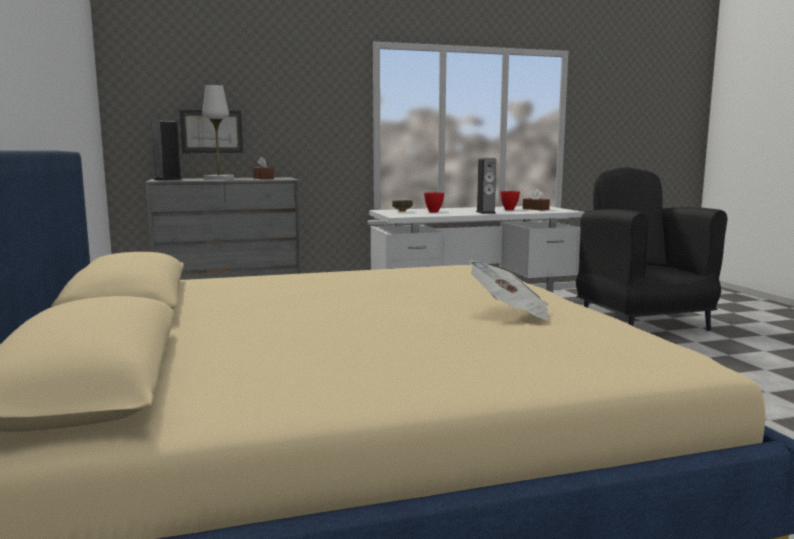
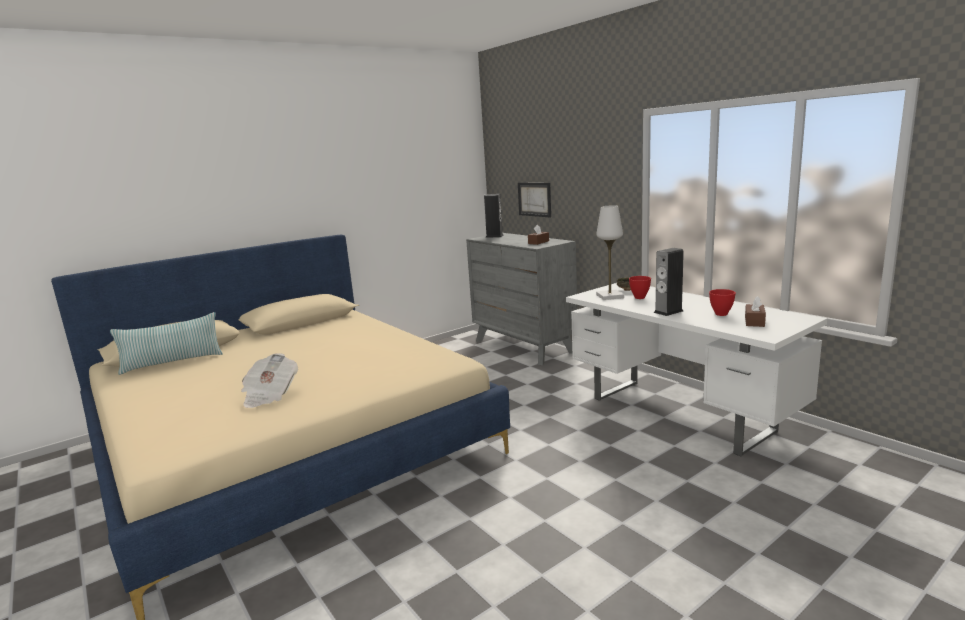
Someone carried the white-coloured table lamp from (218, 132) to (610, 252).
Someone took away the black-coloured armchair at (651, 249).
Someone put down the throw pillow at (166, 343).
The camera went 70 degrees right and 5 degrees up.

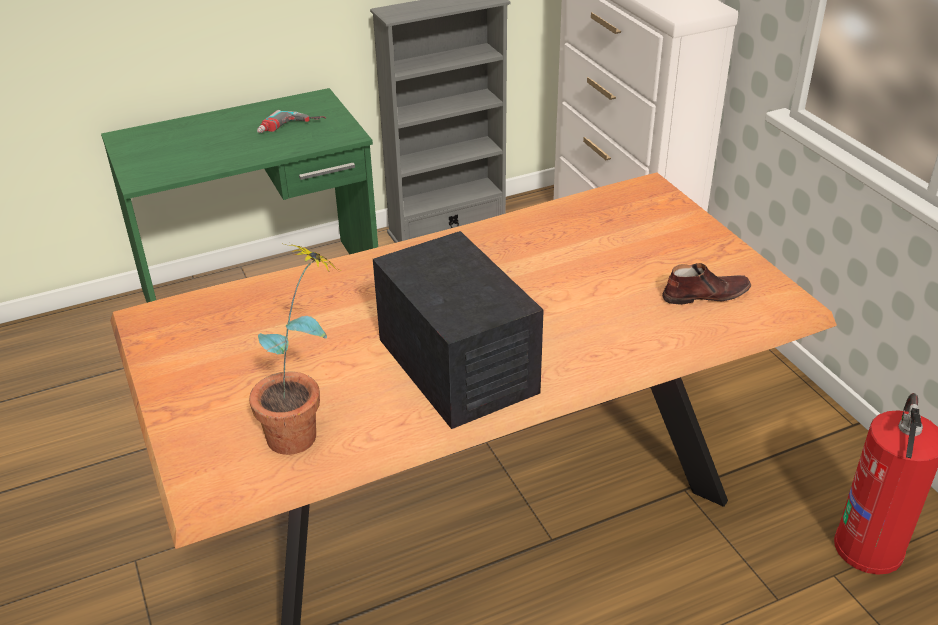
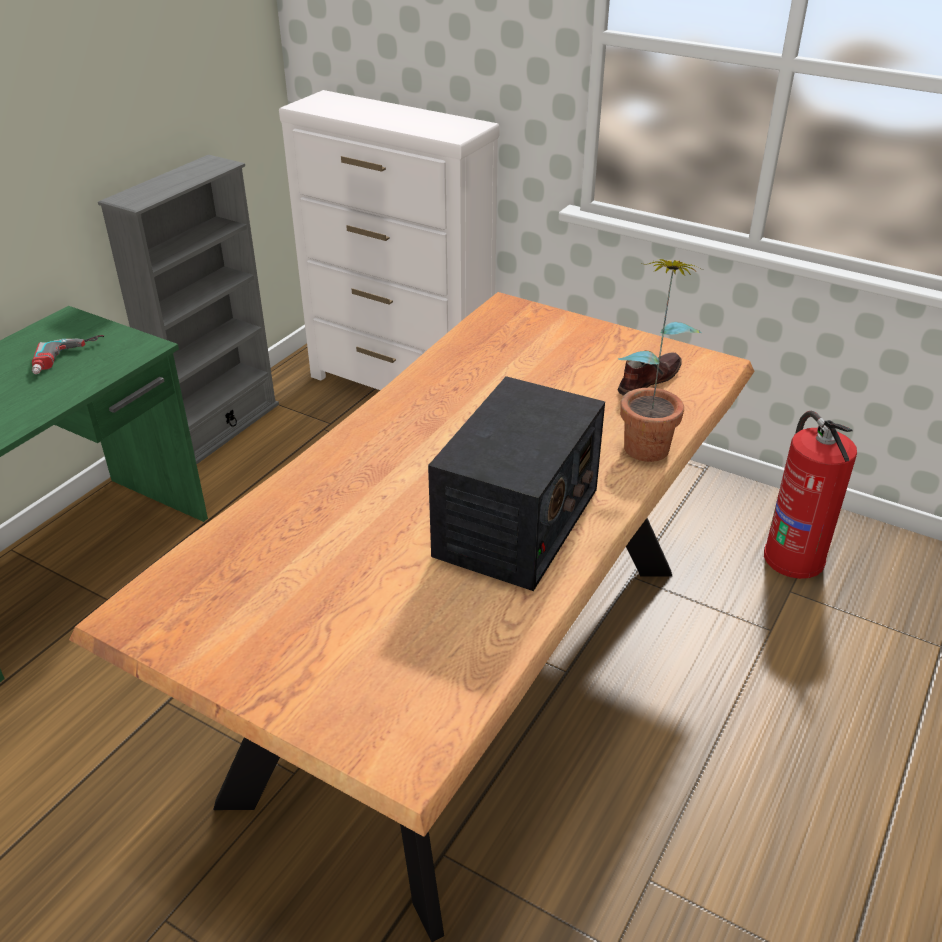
Someone carried the potted plant from (293, 349) to (660, 360).
Someone rotated the radio at (458, 330) by 90 degrees clockwise.
The camera went 35 degrees left and 0 degrees up.

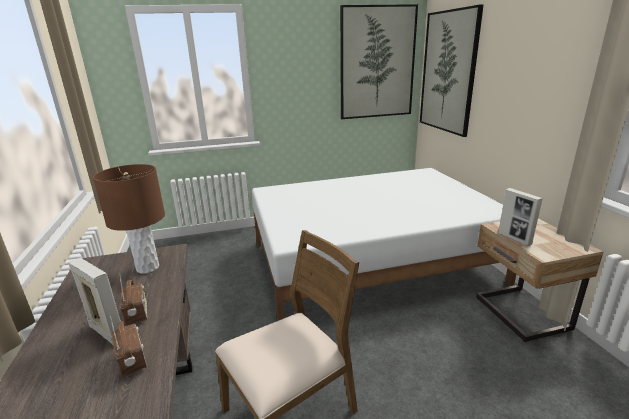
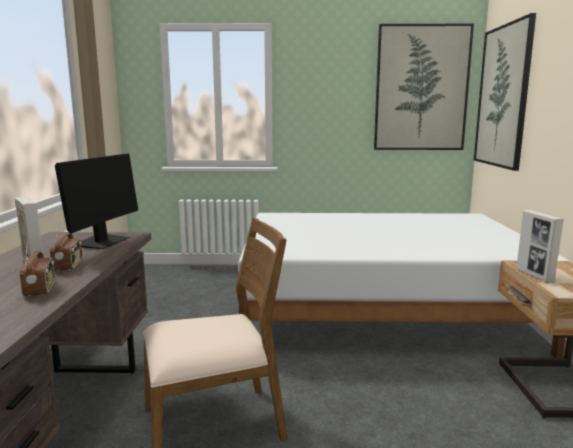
Someone swapped the brownish table lamp at (129, 219) for the computer display at (96, 201).
The camera went 15 degrees right and 10 degrees down.

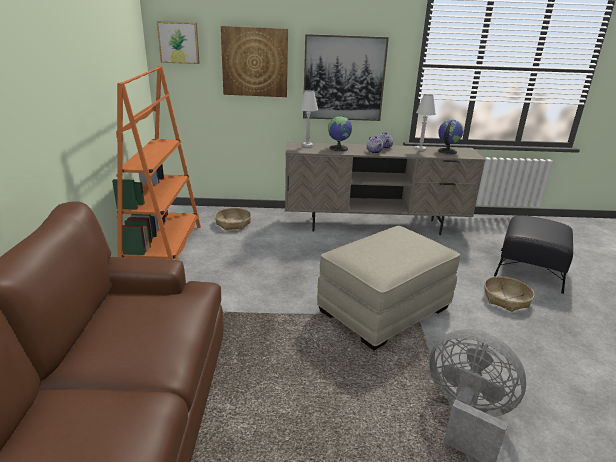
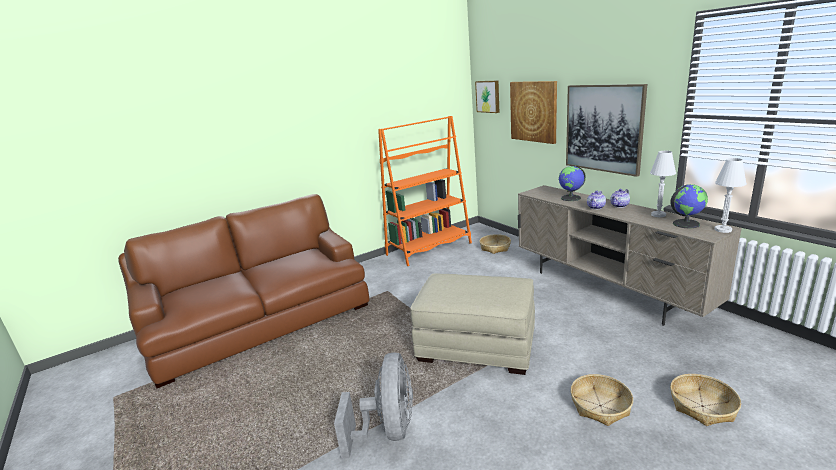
Someone carried the white-coloured table lamp from (308, 118) to (730, 195).
Someone swapped the black-coloured pouffe at (533, 254) for the storage basket at (705, 400).
The camera went 60 degrees right and 5 degrees down.

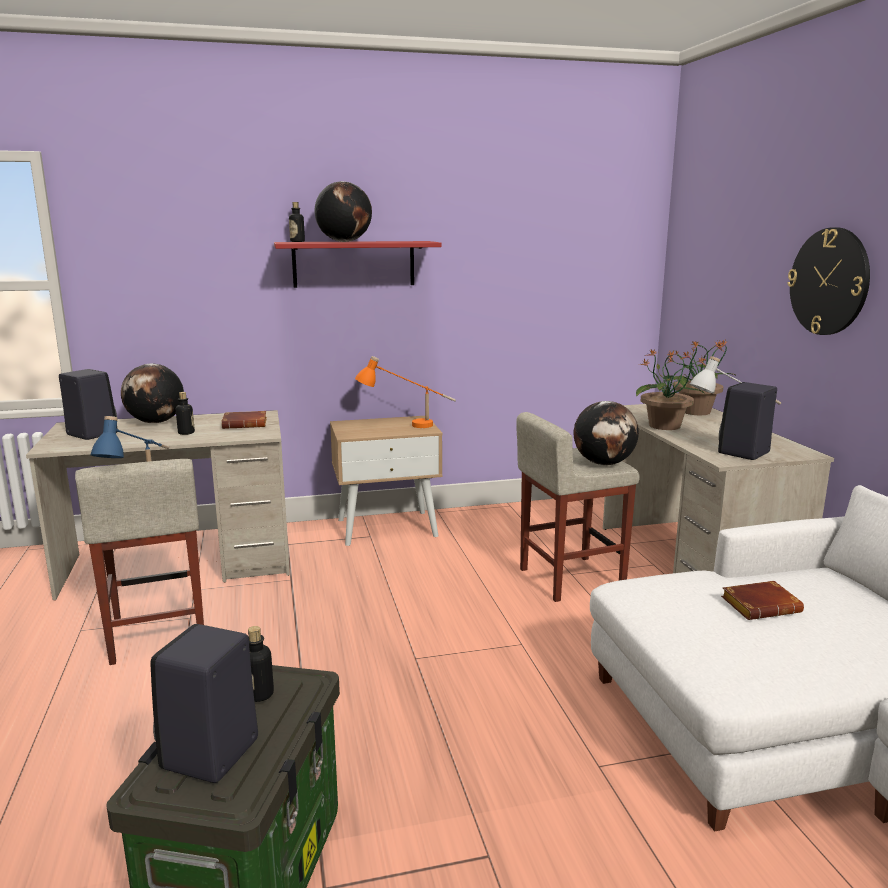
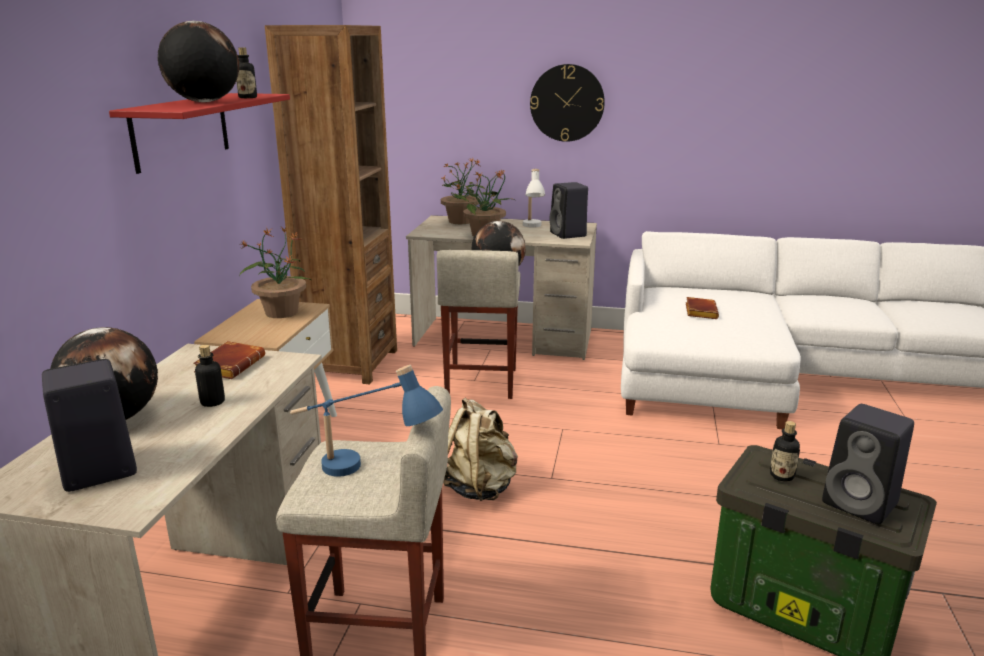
Someone carried the bottle from (297, 222) to (247, 72).
Someone swapped the orange-coloured table lamp at (405, 392) for the potted plant at (276, 272).
Someone put down the brownish bookcase at (331, 204).
Someone put down the sand-coloured rucksack at (480, 449).
The camera went 65 degrees left and 5 degrees up.

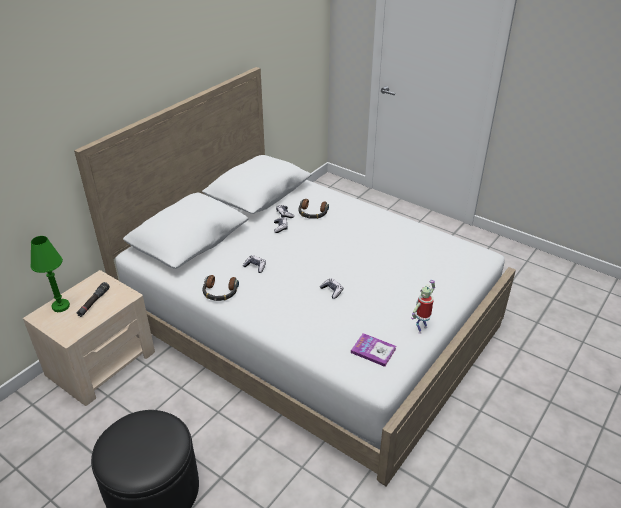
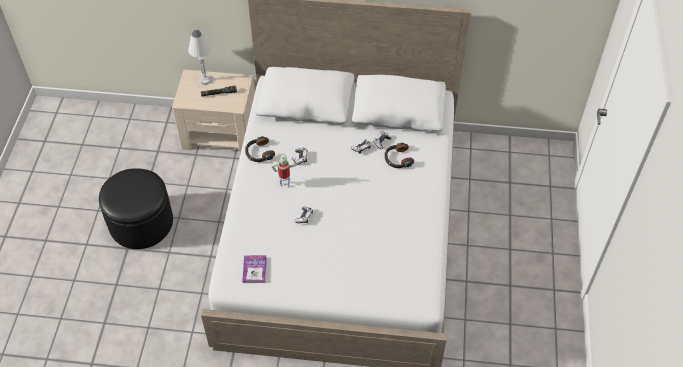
Someone repainted the greenish table lamp at (50, 274), which became the white-coloured table lamp at (199, 57).
Someone carried the toy robot from (423, 307) to (284, 171).
The camera went 60 degrees right and 15 degrees up.

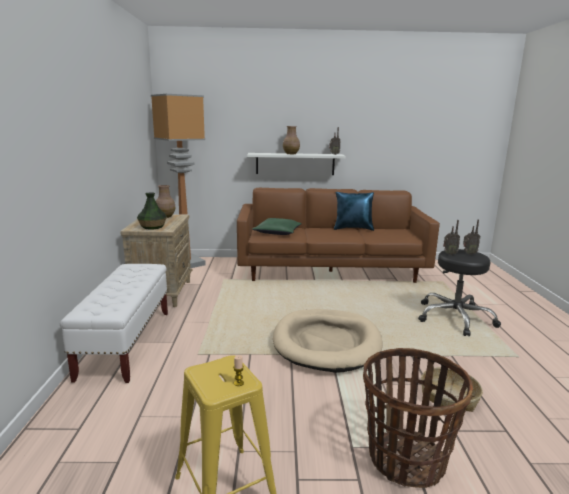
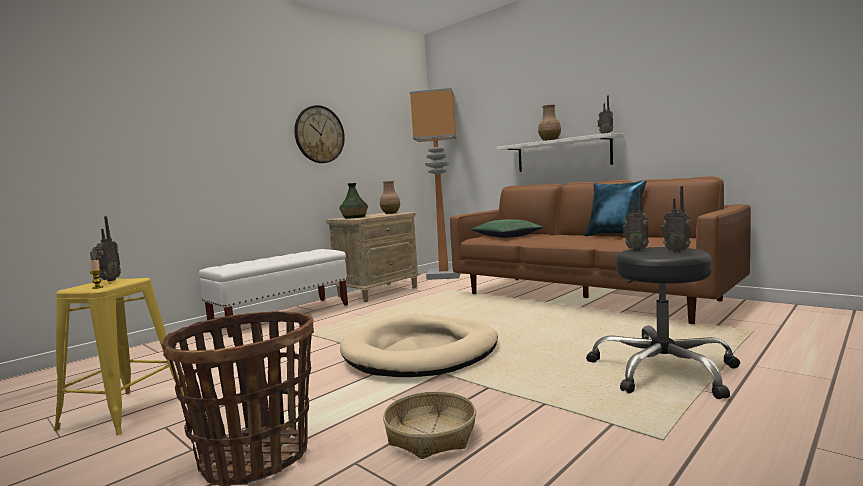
Someone put down the radio at (105, 248).
Someone put up the wall clock at (319, 134).
The camera went 45 degrees right and 10 degrees down.

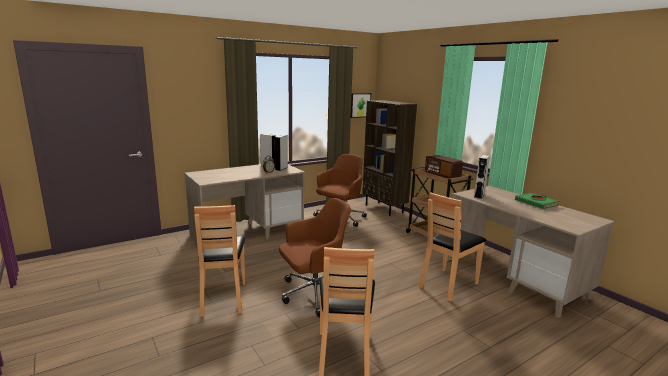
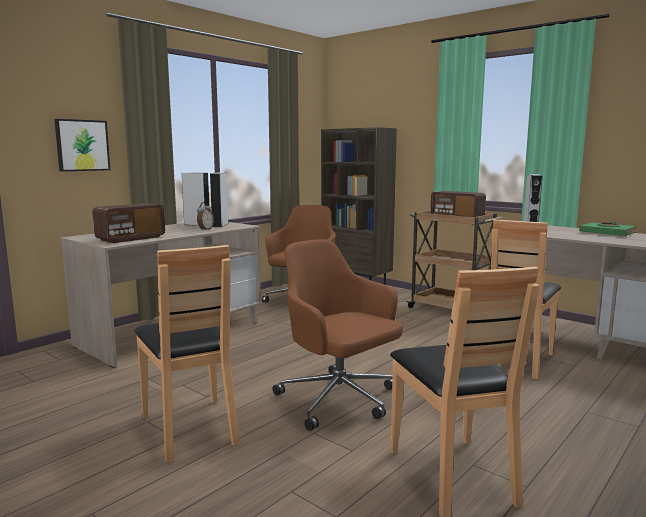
Someone rotated the brownish desk chair at (315, 258) by 90 degrees counterclockwise.
Someone carried the wall picture from (361, 105) to (82, 145).
Someone put down the radio at (128, 223).
The camera went 15 degrees left and 5 degrees down.

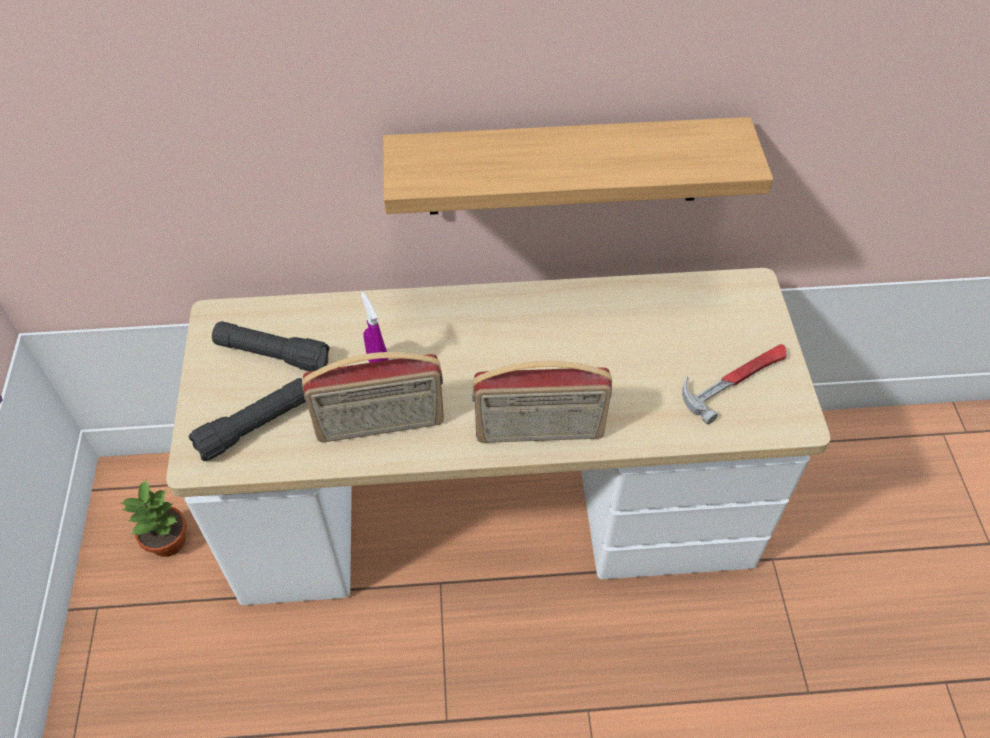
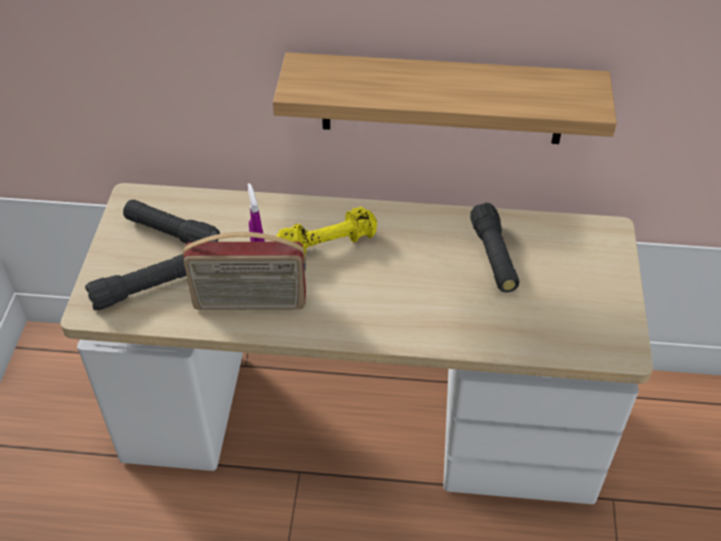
Someone took away the potted plant at (154, 518).
Someone took away the radio at (542, 401).
Someone took away the hammer at (734, 384).
Someone put down the yellowish free weight at (327, 230).
Someone put down the black-coloured hand torch at (495, 247).
The camera went 10 degrees right and 5 degrees down.

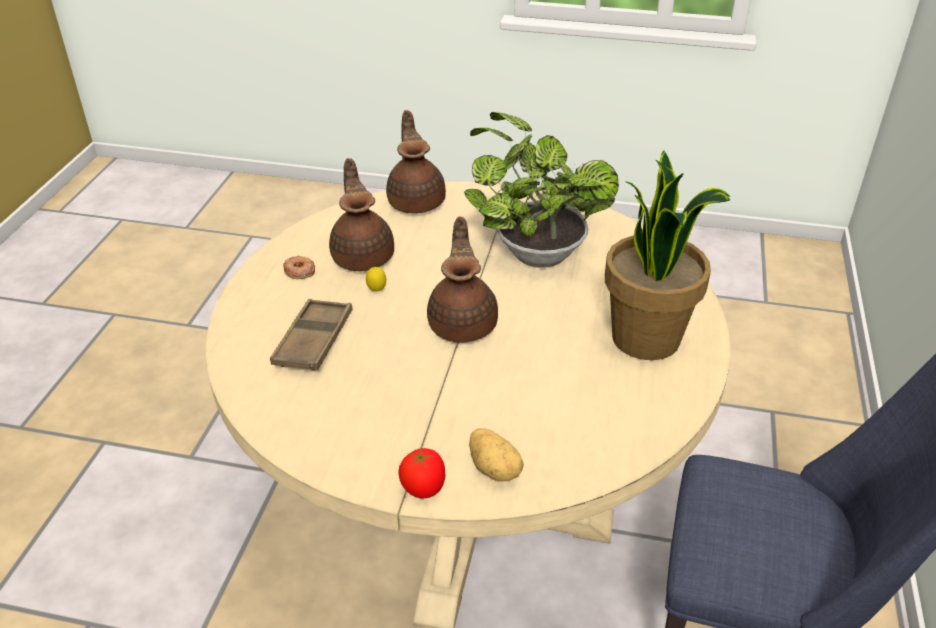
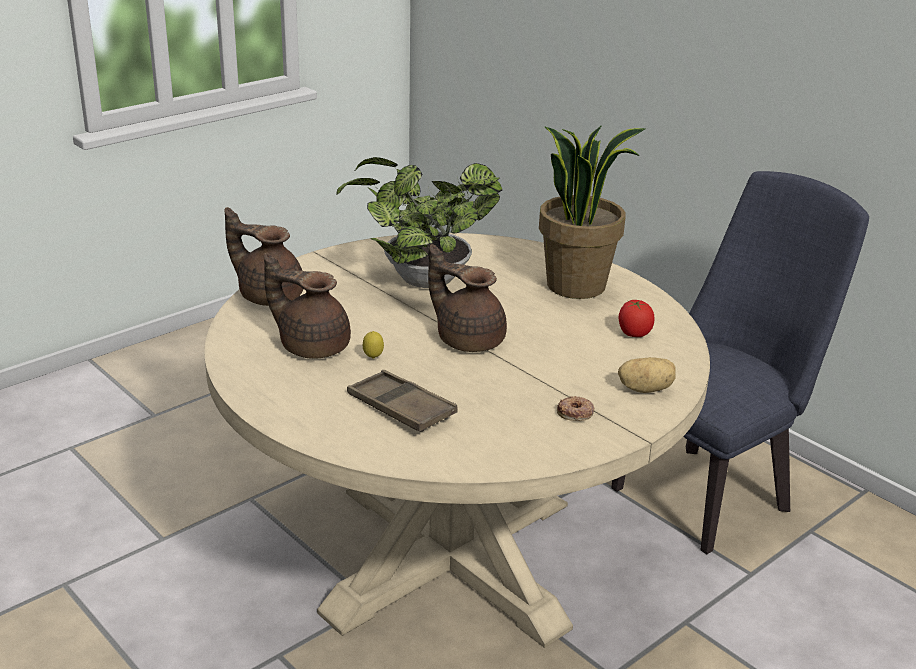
Someone carried the donut from (299, 267) to (575, 408).
Someone carried the fresh tomato from (421, 473) to (636, 318).
The camera went 55 degrees left and 10 degrees down.

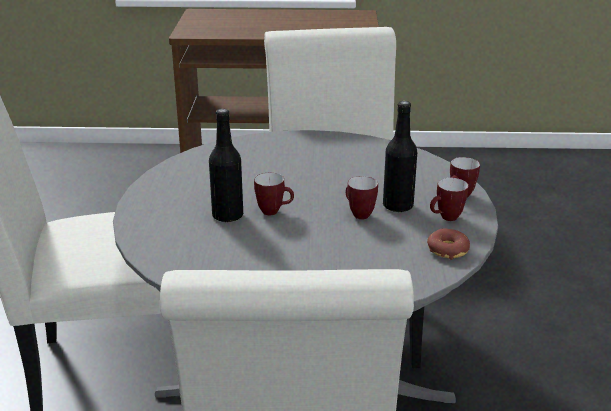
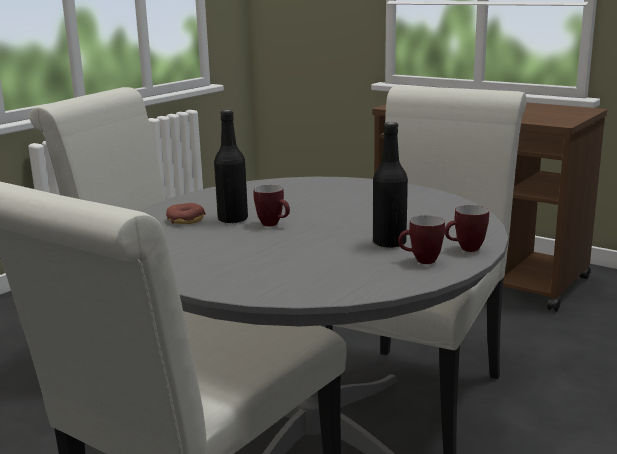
Someone took away the tea mug at (362, 198).
Someone carried the donut from (448, 244) to (186, 213).
The camera went 35 degrees right and 10 degrees down.

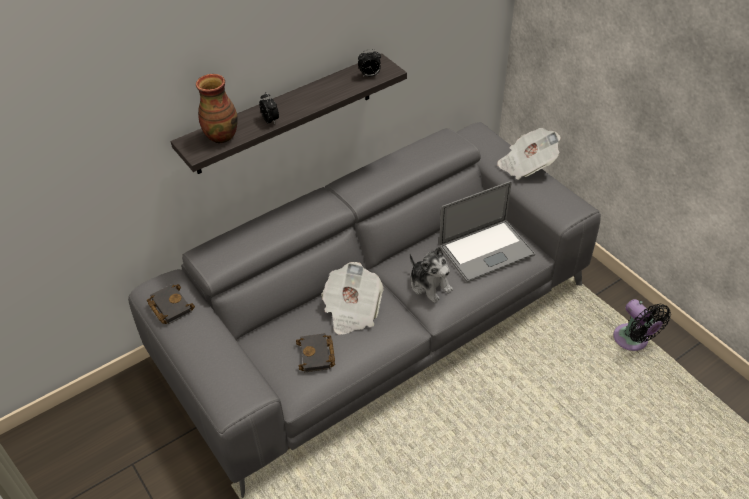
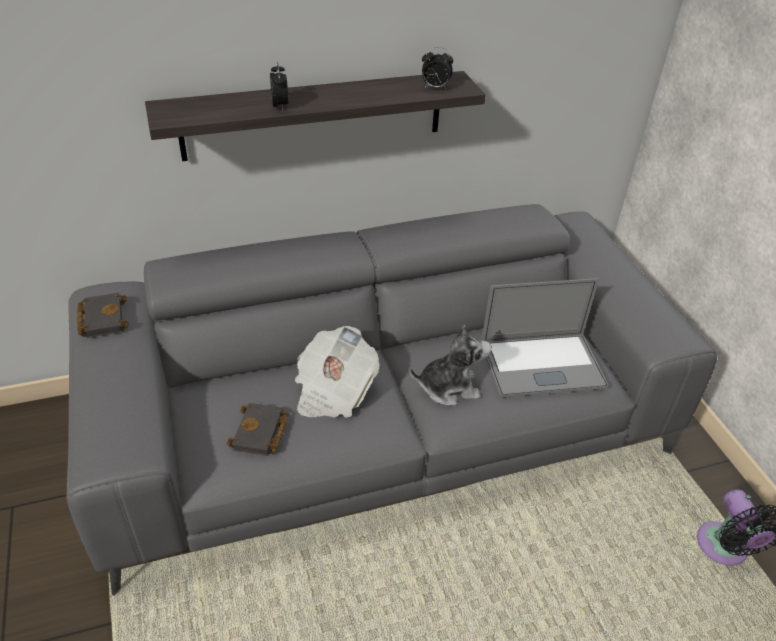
Someone took away the decorative vase at (217, 108).
Someone rotated the cuddly toy at (431, 275) by 75 degrees counterclockwise.
Someone took away the newspaper at (529, 154).
The camera went 15 degrees right and 5 degrees down.

